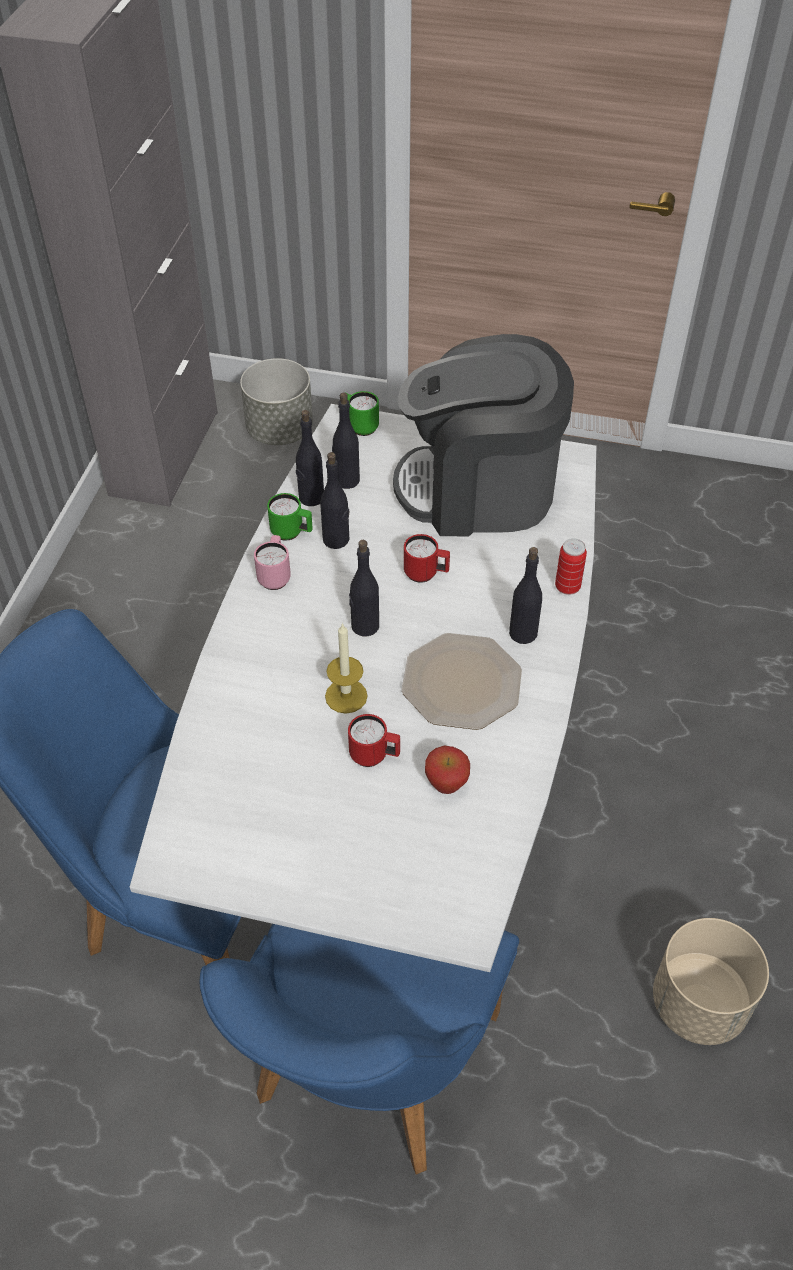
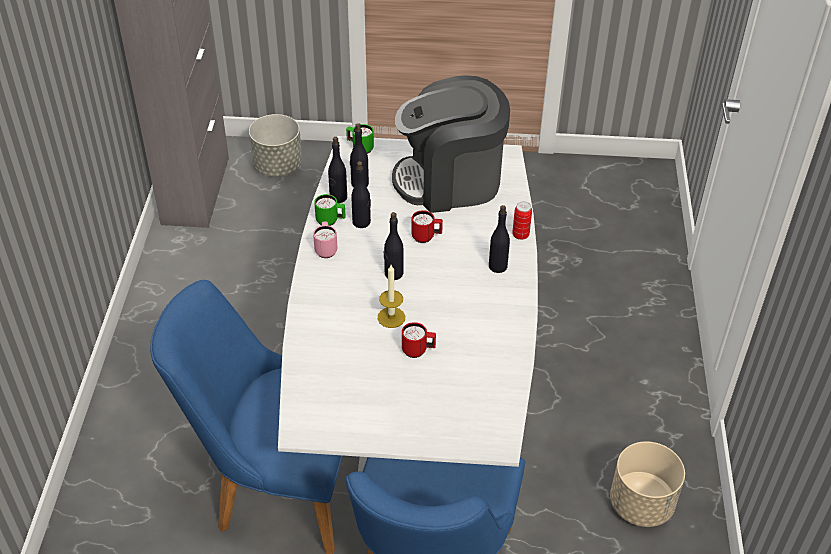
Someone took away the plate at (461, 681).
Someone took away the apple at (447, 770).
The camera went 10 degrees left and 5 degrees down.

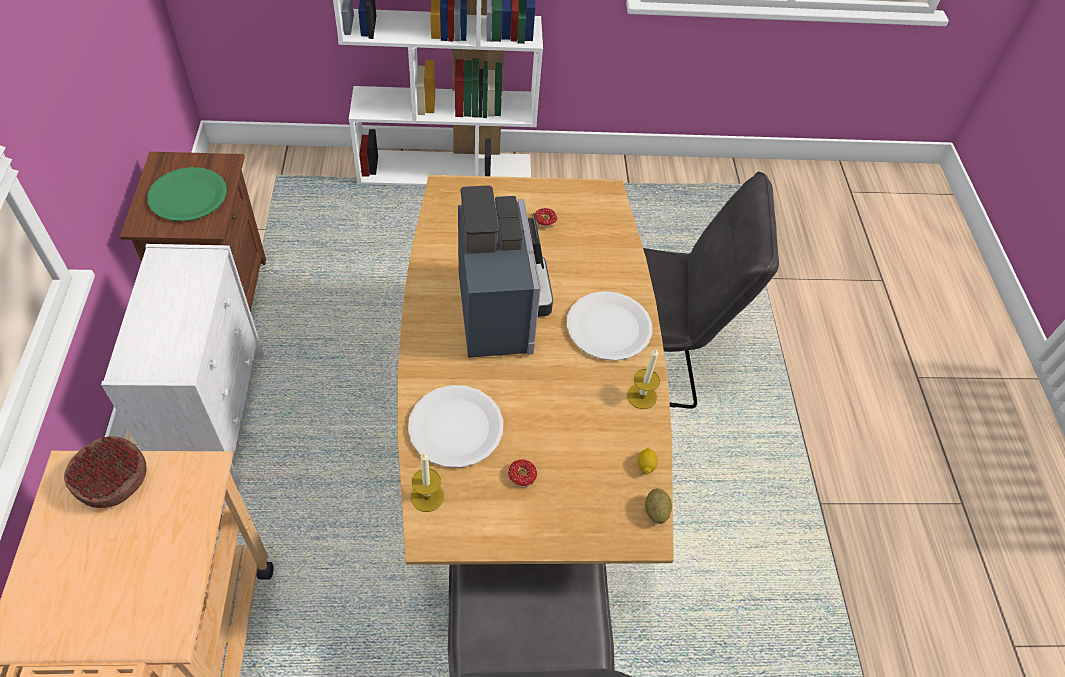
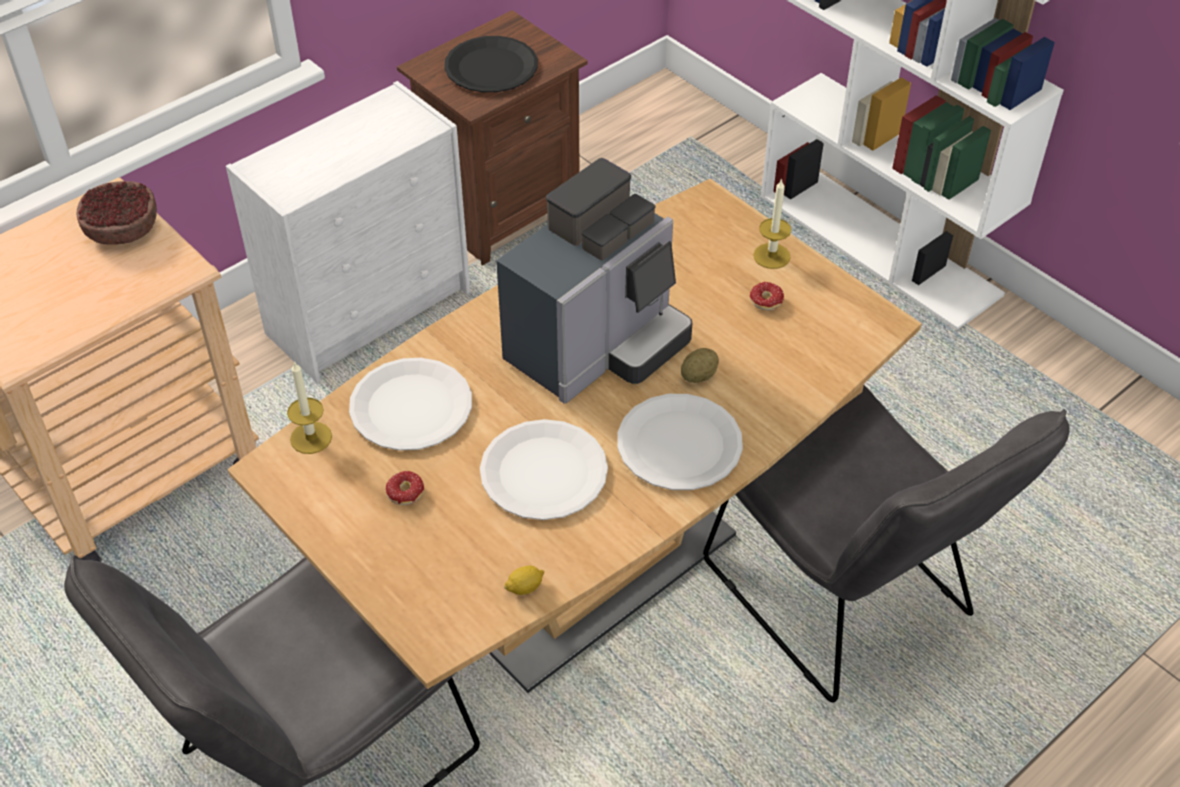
Someone repainted the greenish plate at (187, 194), which became the black-coloured plate at (491, 64).
Someone carried the candle from (643, 379) to (772, 223).
Someone carried the whole potato from (658, 506) to (700, 365).
Someone put down the white-coloured plate at (544, 469).
The camera went 55 degrees right and 5 degrees down.

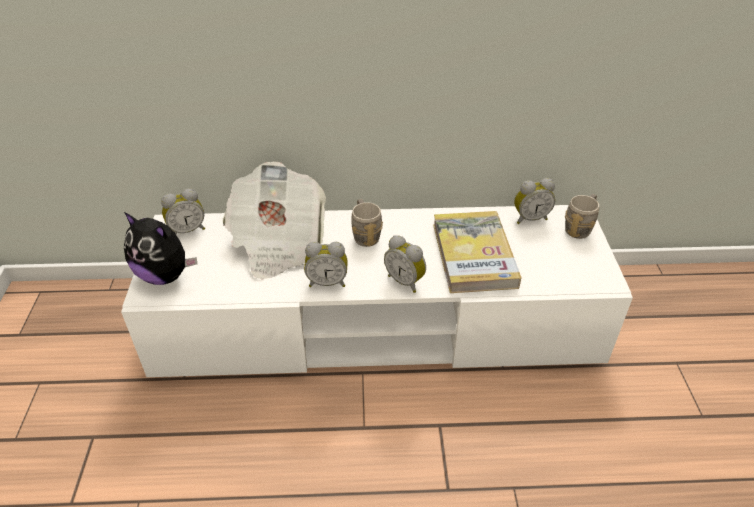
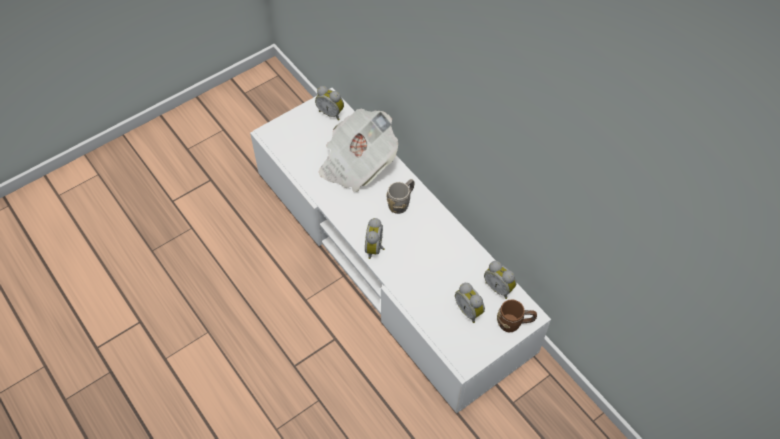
Someone took away the cuddly toy at (160, 248).
Someone carried the table clock from (326, 264) to (470, 303).
Someone took away the volume at (477, 252).
Someone repainted the grey tea mug at (582, 216), which became the brownish tea mug at (517, 316).
The camera went 55 degrees right and 15 degrees up.

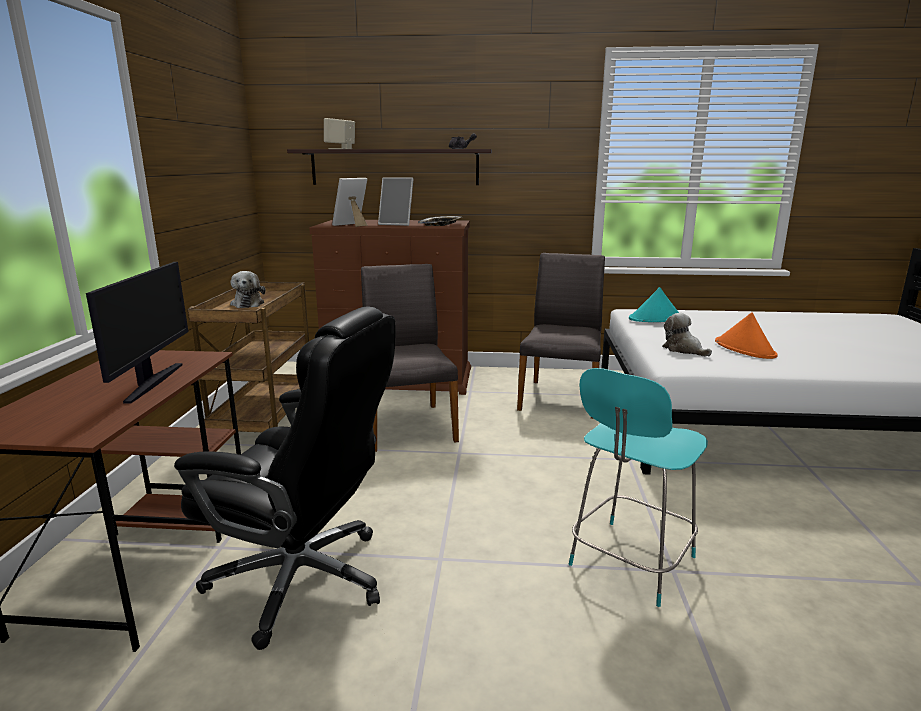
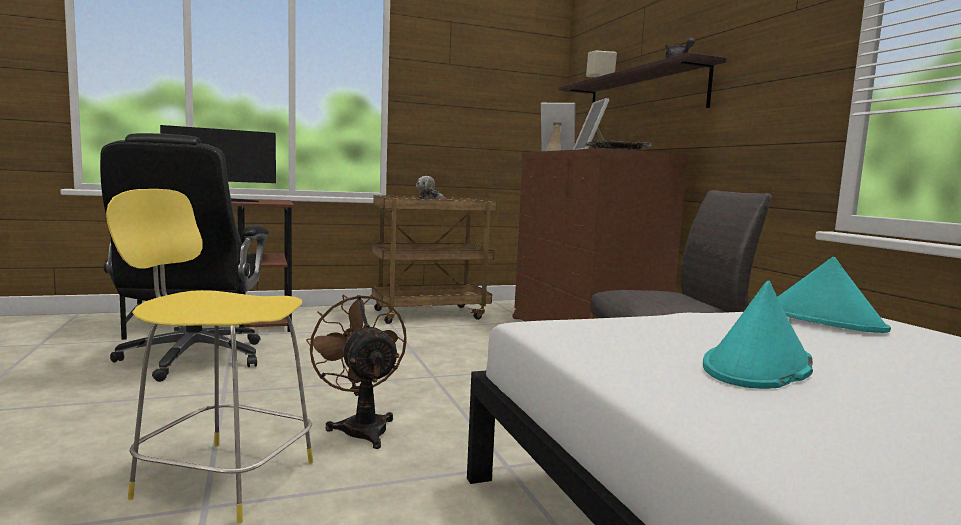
Someone took away the grey plain chair at (410, 358).
Someone repainted the turquoise plain chair at (638, 487), which became the yellowish plain chair at (209, 356).
Someone took away the cuddly toy at (687, 334).
Someone repainted the orange-coloured clothing hat at (746, 335), which became the turquoise clothing hat at (758, 335).
Someone put down the brownish cooling fan at (356, 371).
The camera went 65 degrees right and 10 degrees down.

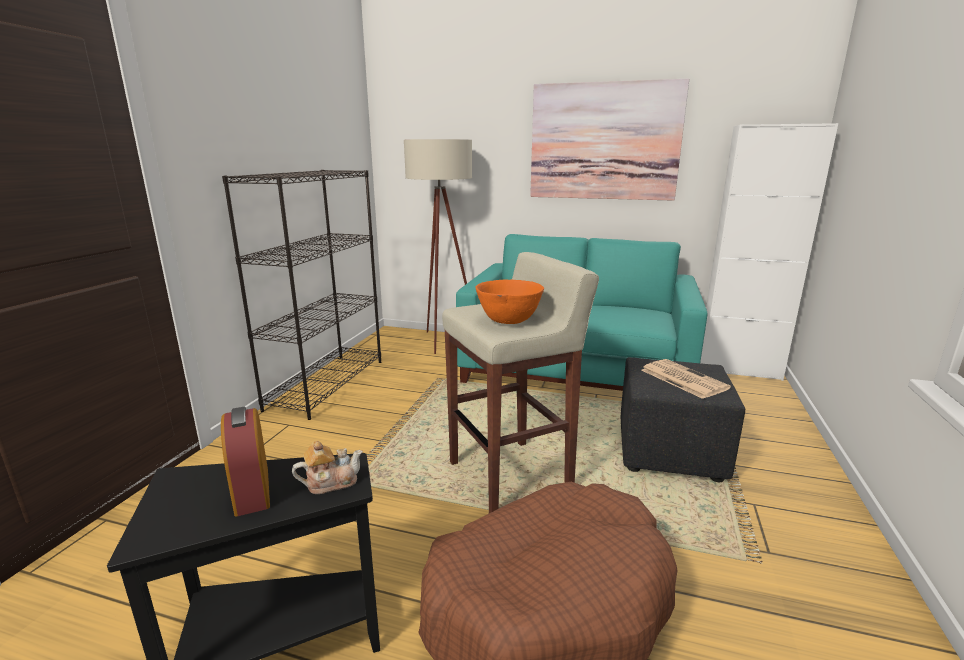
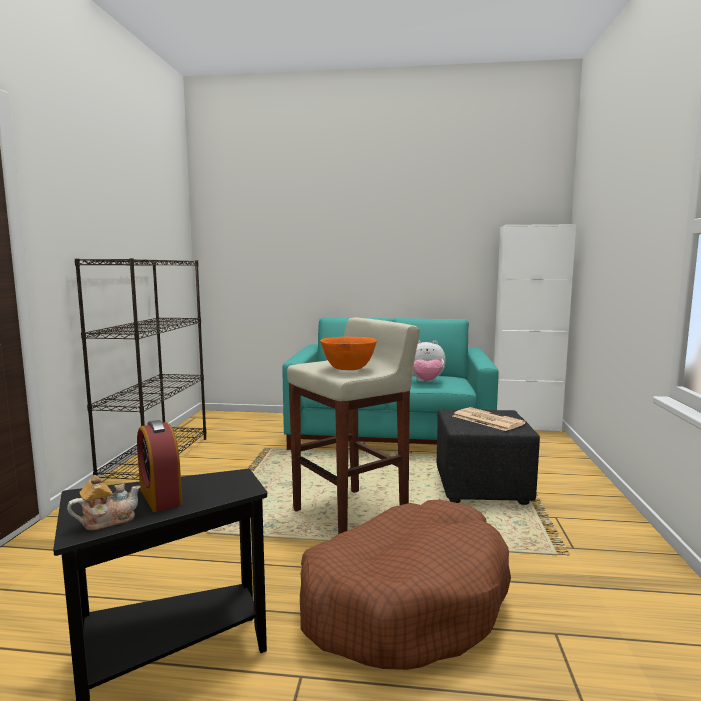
Someone carried the teapot from (327, 467) to (104, 502).
Someone took away the sand-coloured standard lamp at (438, 246).
Someone took away the wall picture at (609, 140).
Someone put down the cuddly toy at (429, 361).
The camera went 10 degrees left and 10 degrees down.

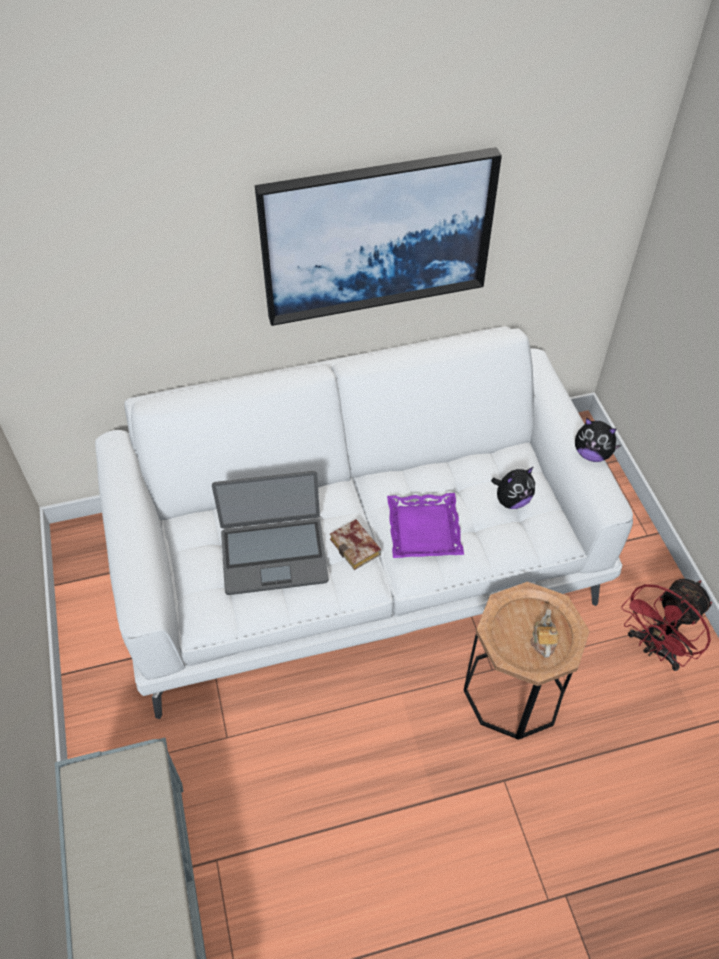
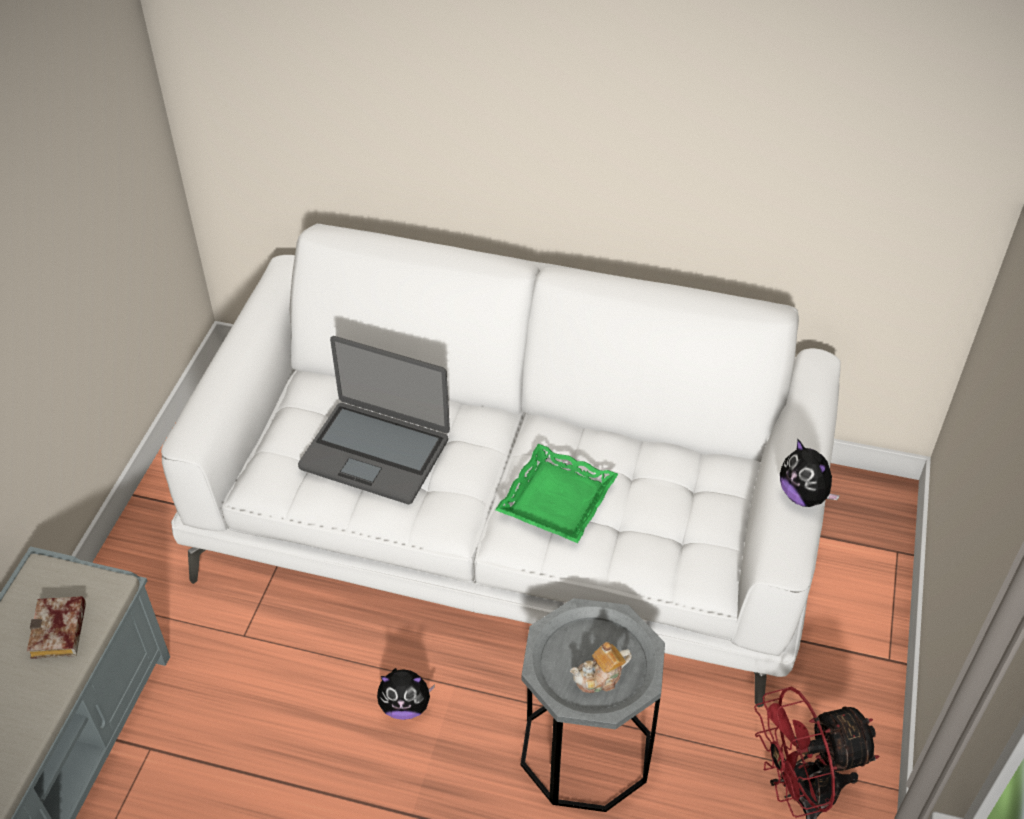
Someone took away the wall picture at (378, 236).
Someone carried the volume from (355, 544) to (56, 627).
Someone repainted the purplish serving tray at (425, 525), which became the greenish serving tray at (556, 493).
Someone repainted the brownish accent table at (527, 661), which became the grey accent table at (593, 705).
Someone carried the cuddly toy from (513, 488) to (406, 694).
Someone rotated the teapot at (544, 633) by 150 degrees counterclockwise.
The camera went 30 degrees right and 5 degrees down.

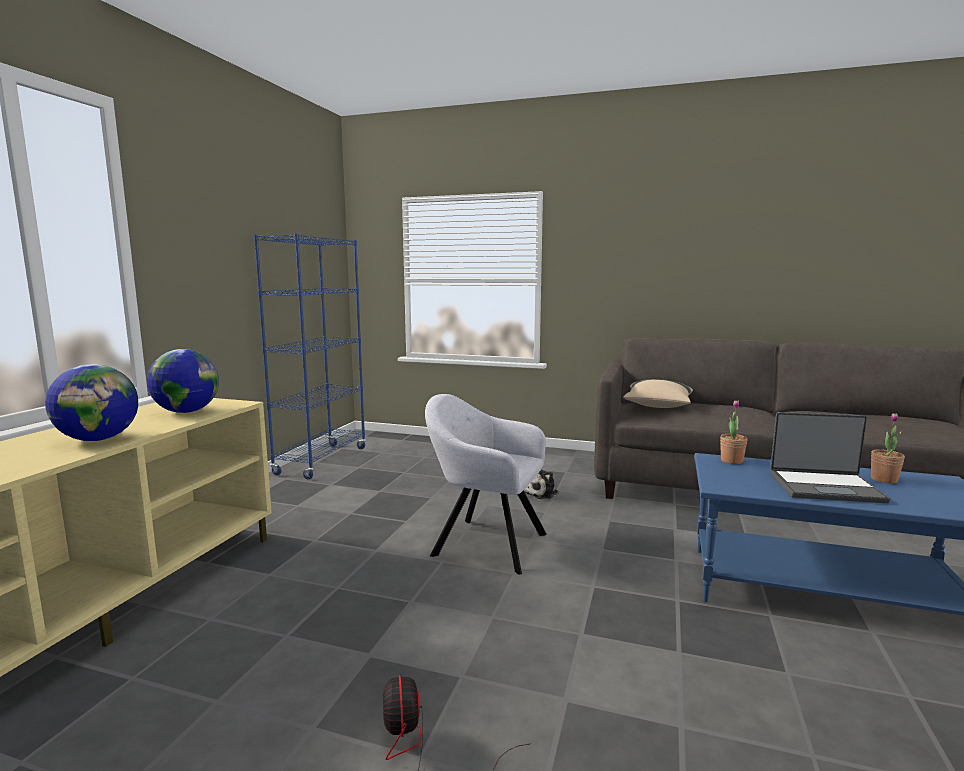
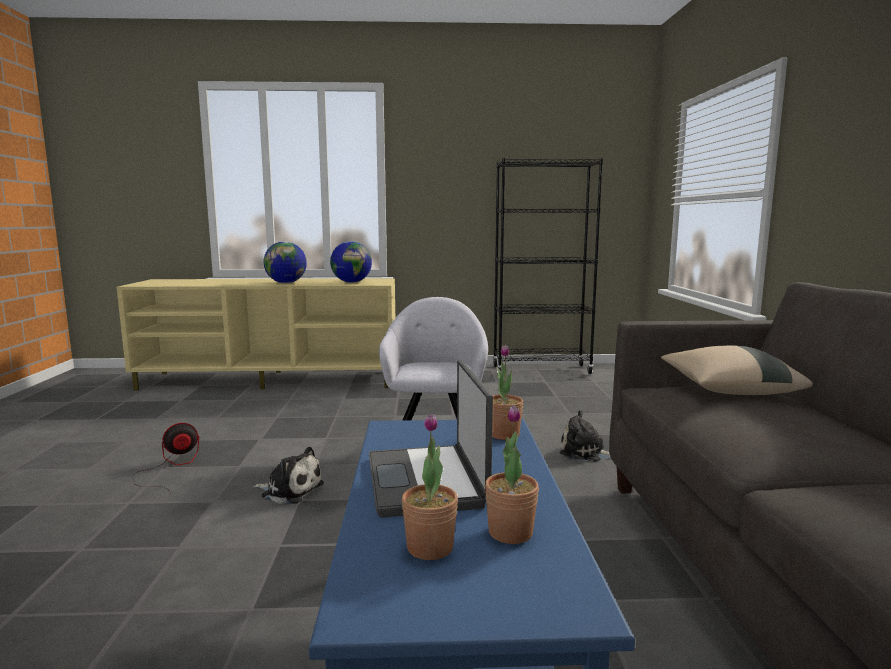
Someone repainted the blue bookcase at (310, 356), which became the black-coloured bookcase at (548, 266).
Someone put down the cuddly toy at (289, 475).
Someone put down the potted plant at (430, 487).
The camera went 70 degrees right and 0 degrees up.

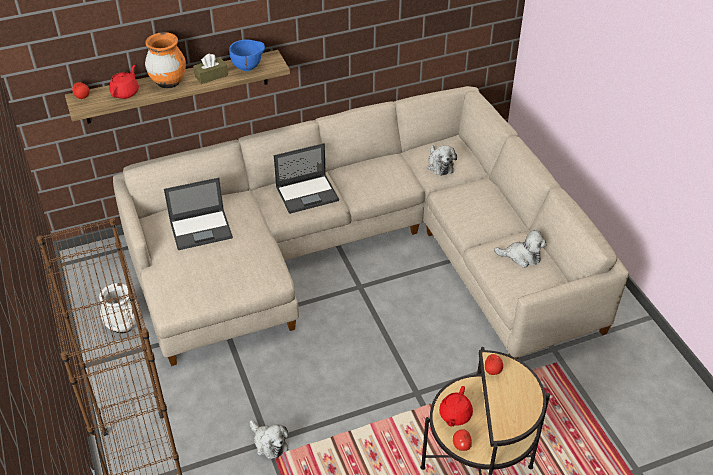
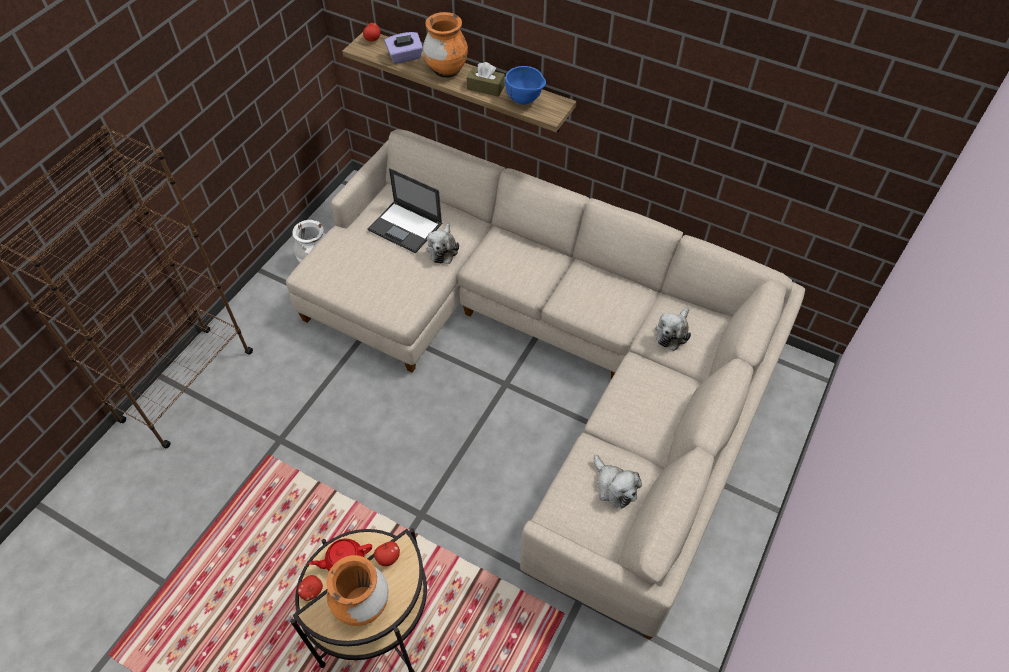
Someone swapped the red-coloured teapot at (124, 82) for the purplish box of tissues at (403, 48).
Someone carried the cuddly toy from (269, 439) to (443, 243).
Someone took away the laptop at (306, 178).
Someone put down the orange-coloured decorative vase at (357, 590).
The camera went 50 degrees right and 10 degrees up.

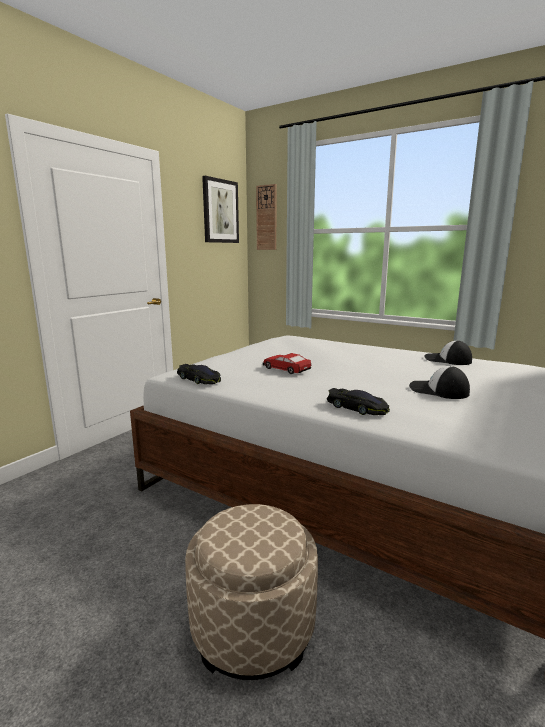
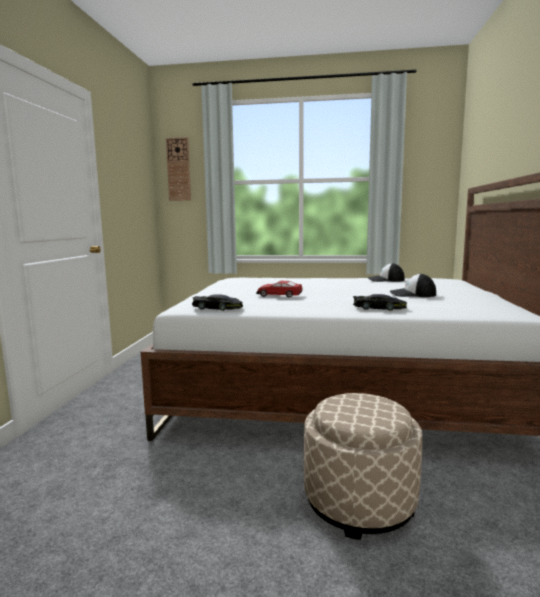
Someone took away the wall picture at (220, 209).
The camera went 25 degrees left and 5 degrees down.

